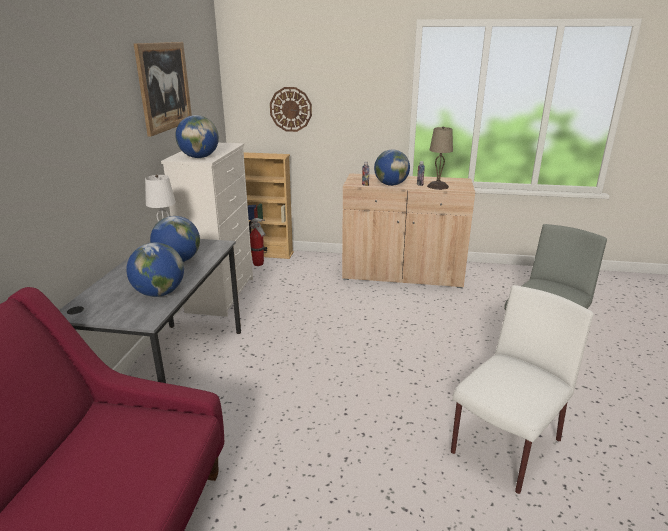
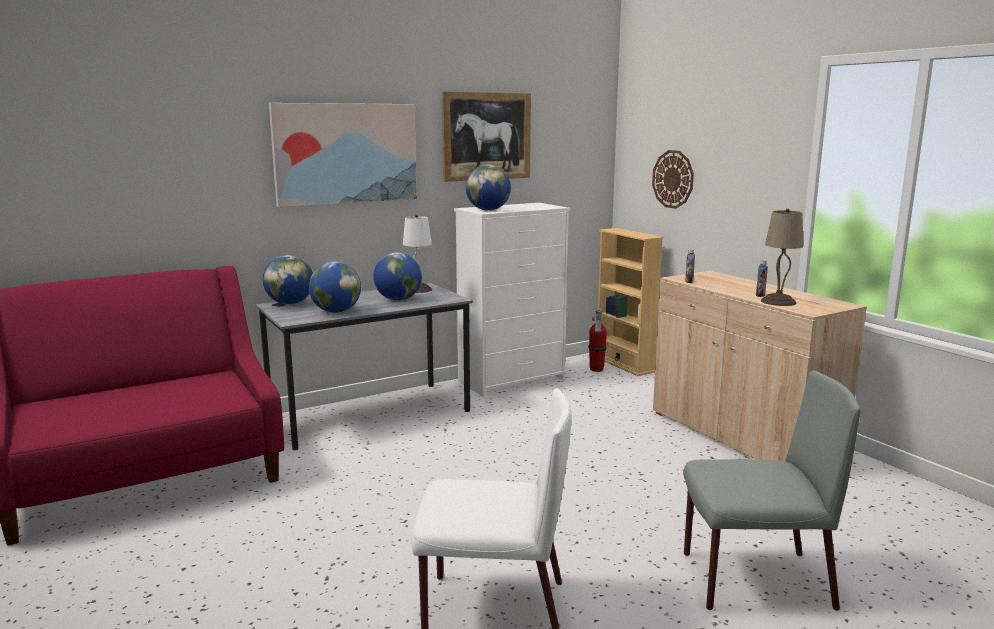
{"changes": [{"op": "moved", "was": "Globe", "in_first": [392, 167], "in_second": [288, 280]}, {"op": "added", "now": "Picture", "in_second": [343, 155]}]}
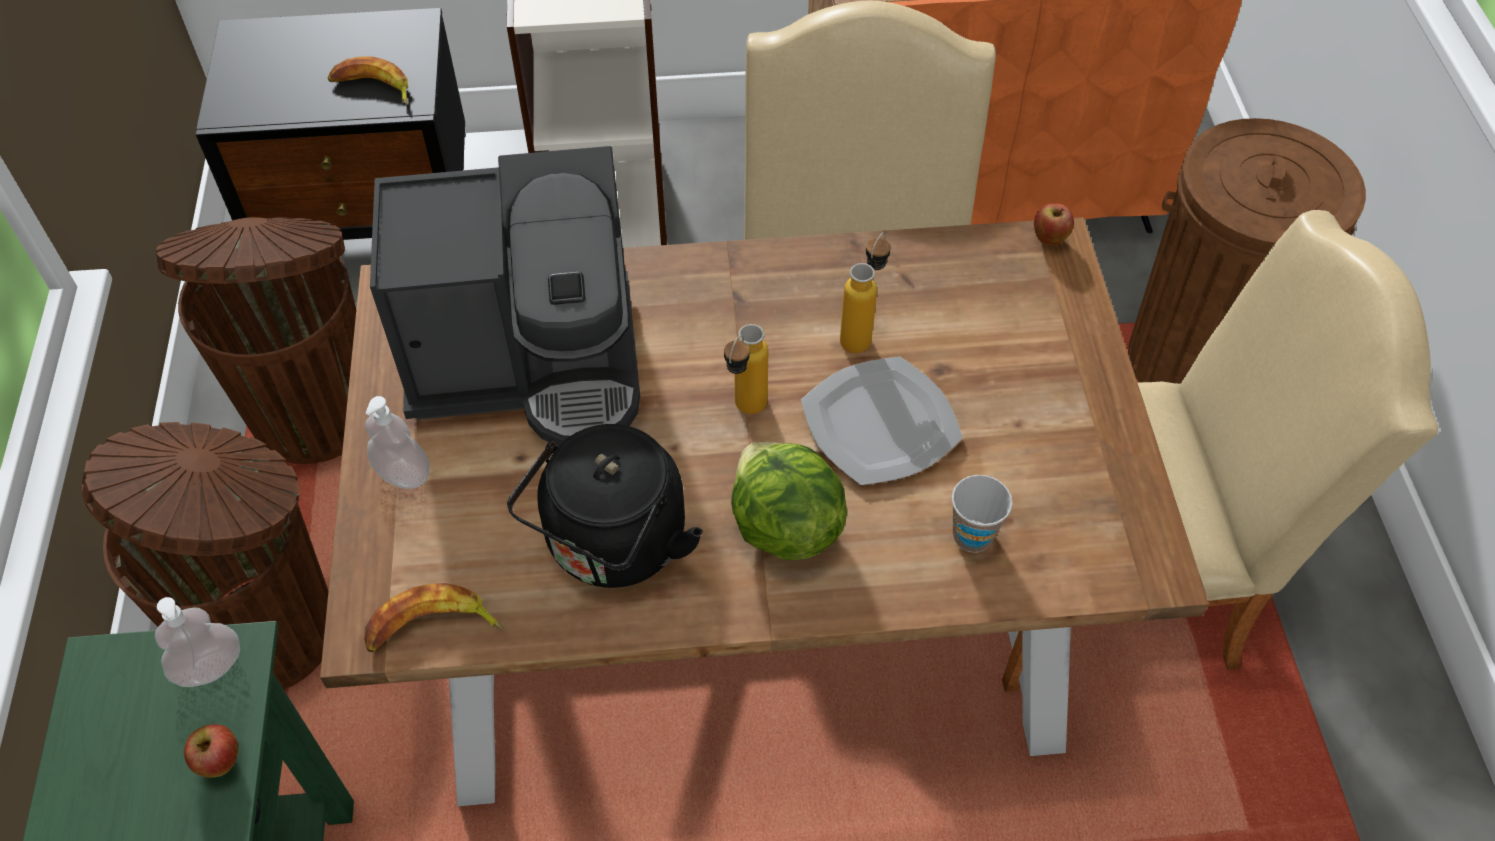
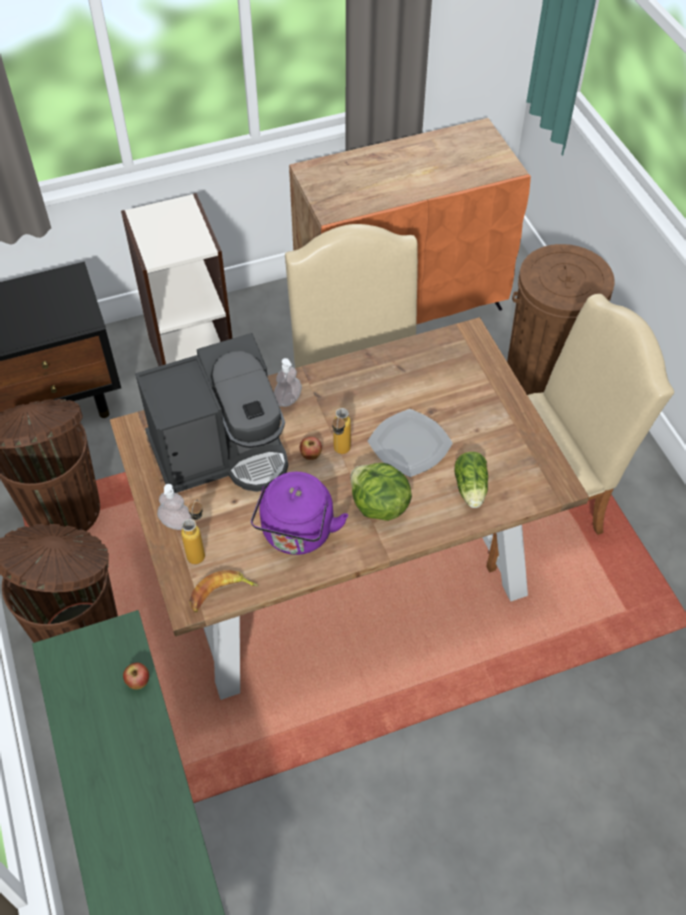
{"changes": [{"op": "moved", "was": "SoapDispenser", "in_first": [197, 642], "in_second": [288, 382]}, {"op": "removed", "was": "Banana", "in_first": [367, 80]}, {"op": "recoloured", "was": "BlackKettle", "now": "PurpleKettle", "in_first": [605, 506], "in_second": [299, 513]}, {"op": "moved", "was": "Bottle", "in_first": [865, 293], "in_second": [193, 532]}, {"op": "replaced", "was": "Cup", "now": "Lettuce", "in_first": [982, 514], "in_second": [471, 480]}, {"op": "moved", "was": "Apple", "in_first": [1054, 224], "in_second": [311, 448]}]}
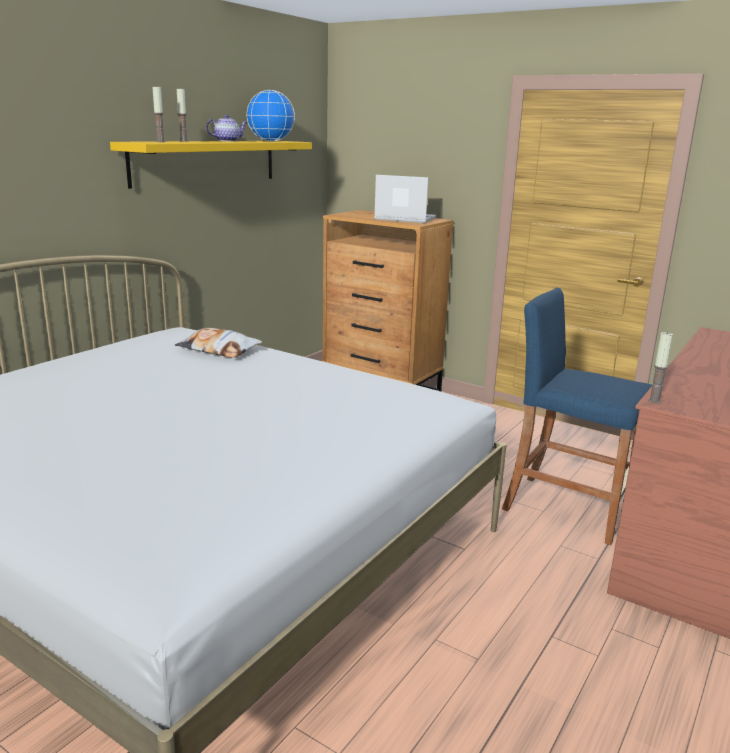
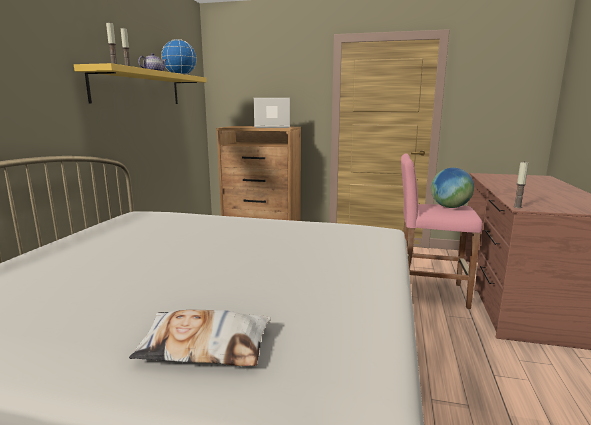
{"changes": [{"op": "moved", "was": "Pillow", "in_first": [218, 343], "in_second": [200, 338]}, {"op": "recoloured", "was": "BlueStool", "now": "PinkStool", "in_first": [577, 416], "in_second": [442, 231]}, {"op": "added", "now": "Globe", "in_second": [452, 188]}]}
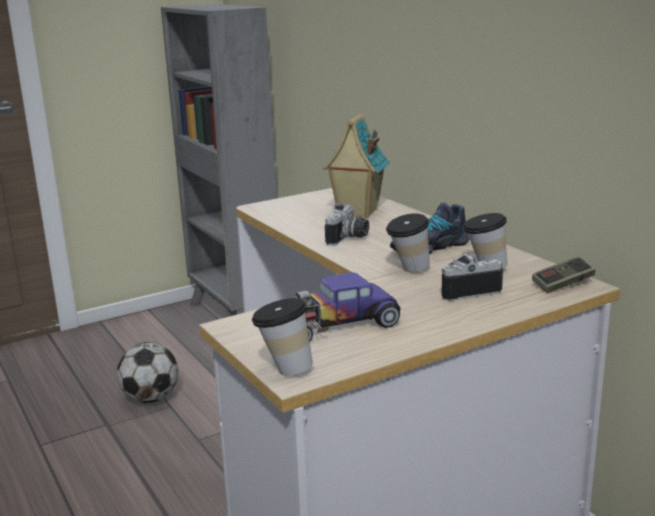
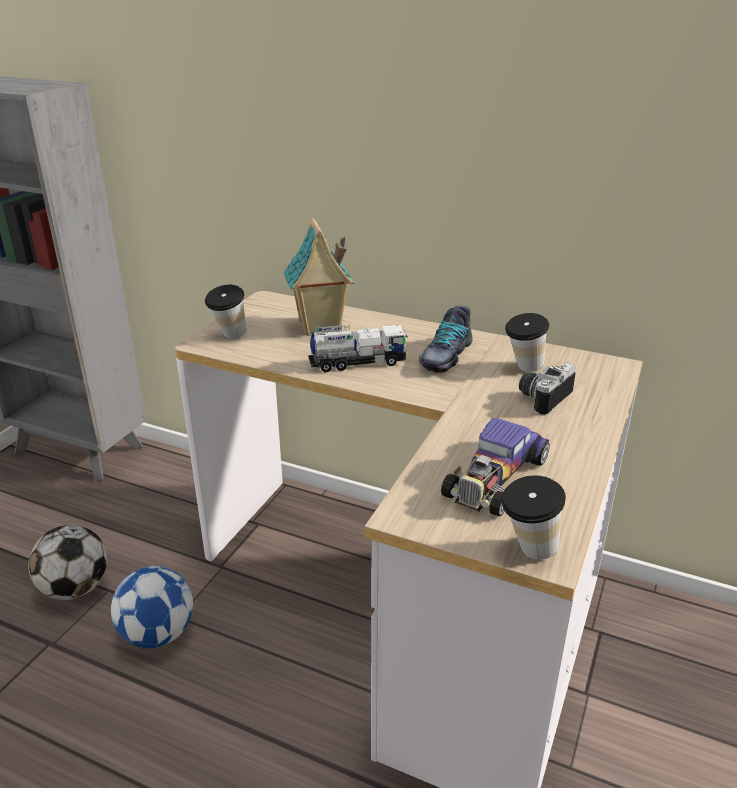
{"changes": [{"op": "replaced", "was": "PhotoCamera", "now": "ToyTruck", "in_first": [347, 224], "in_second": [357, 348]}, {"op": "moved", "was": "Cup", "in_first": [408, 243], "in_second": [226, 312]}, {"op": "removed", "was": "GameController", "in_first": [564, 275]}, {"op": "added", "now": "Football", "in_second": [152, 607]}]}
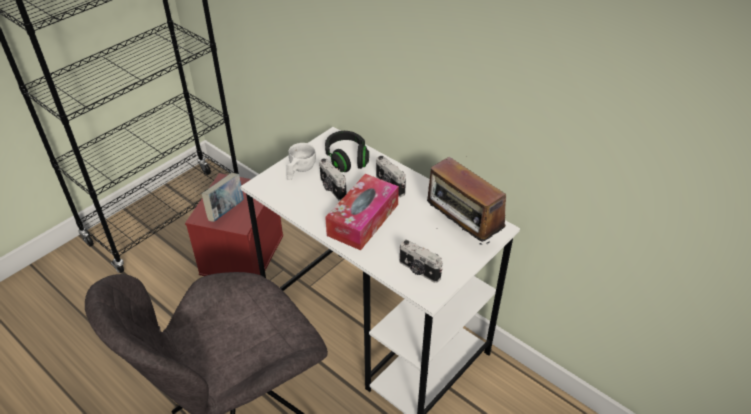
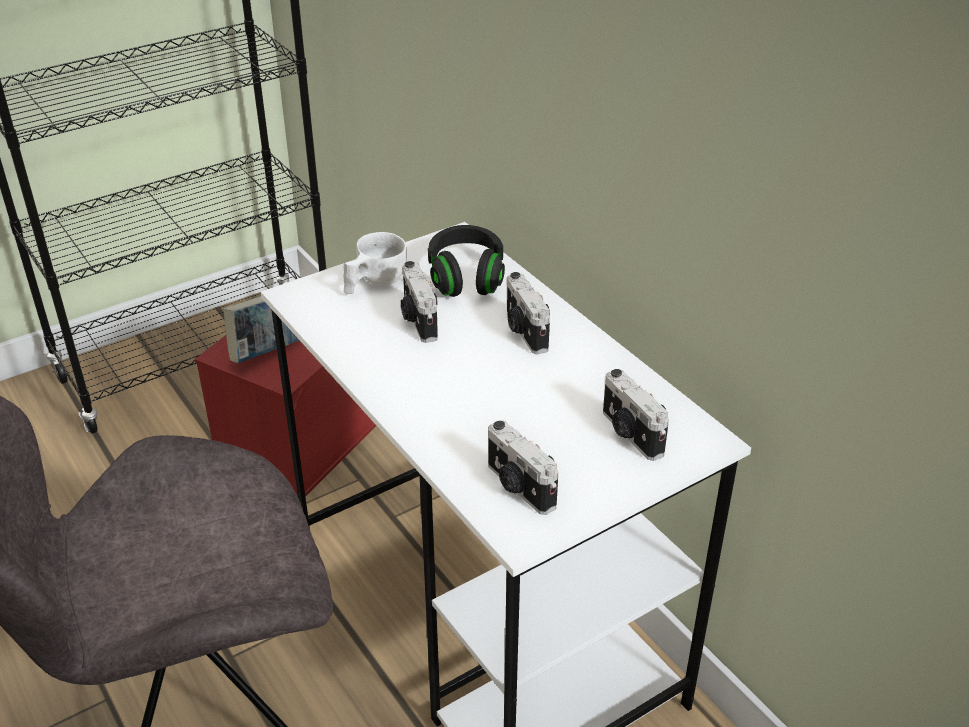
{"changes": [{"op": "removed", "was": "TissueBox", "in_first": [362, 212]}, {"op": "replaced", "was": "Radio", "now": "PhotoCamera", "in_first": [466, 202], "in_second": [636, 415]}]}
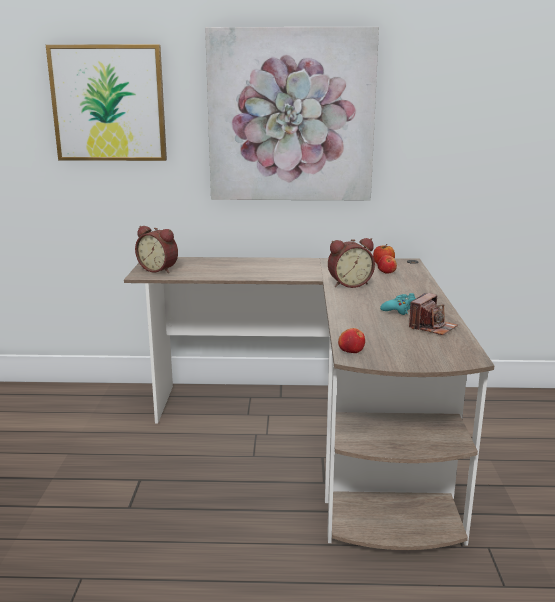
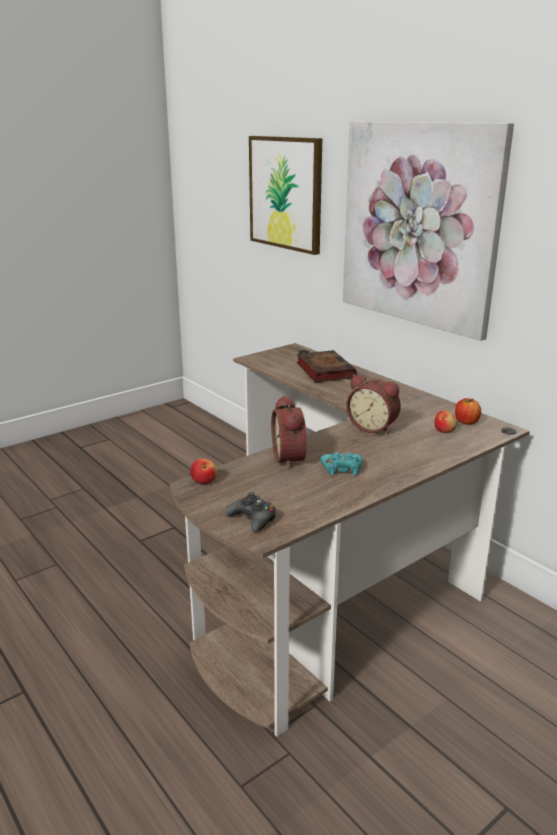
{"changes": [{"op": "moved", "was": "AlarmClock", "in_first": [156, 249], "in_second": [289, 432]}, {"op": "removed", "was": "PhotoCamera", "in_first": [433, 314]}, {"op": "added", "now": "BlackGameController", "in_second": [251, 512]}, {"op": "added", "now": "Book", "in_second": [327, 366]}]}
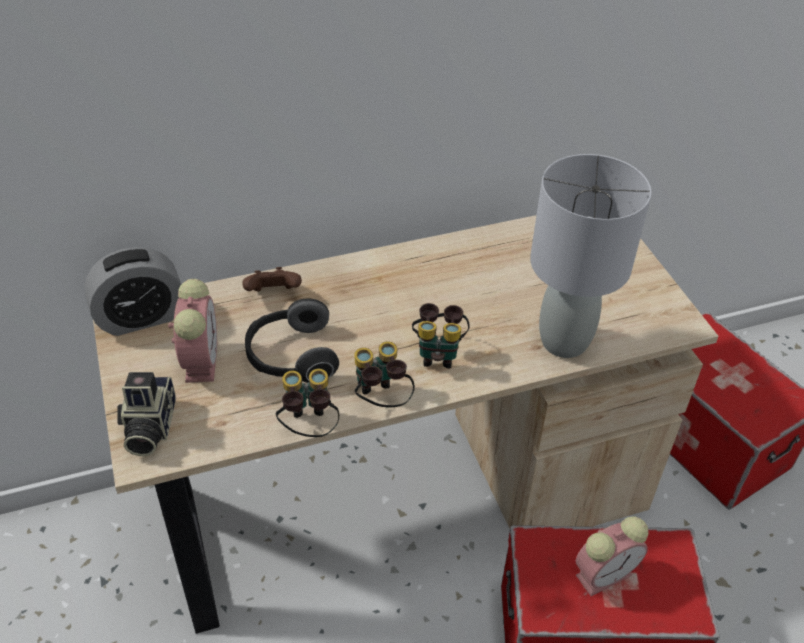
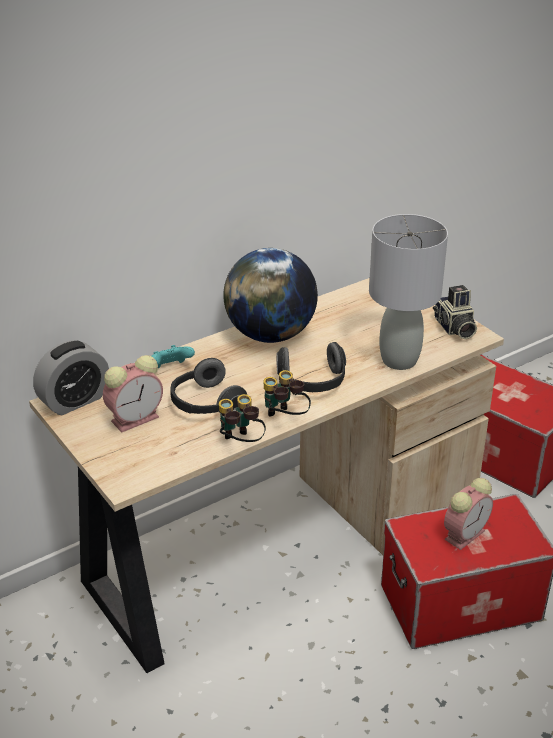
{"changes": [{"op": "moved", "was": "PhotoCamera", "in_first": [147, 414], "in_second": [455, 312]}, {"op": "turned", "was": "AlarmClock", "in_first": [193, 331], "in_second": [133, 393], "clockwise": 75}, {"op": "recoloured", "was": "BrownGameController", "now": "TurquoiseGameController", "in_first": [272, 279], "in_second": [173, 356]}, {"op": "replaced", "was": "Binoculars", "now": "Headphones", "in_first": [441, 336], "in_second": [311, 367]}, {"op": "added", "now": "Globe", "in_second": [270, 295]}]}
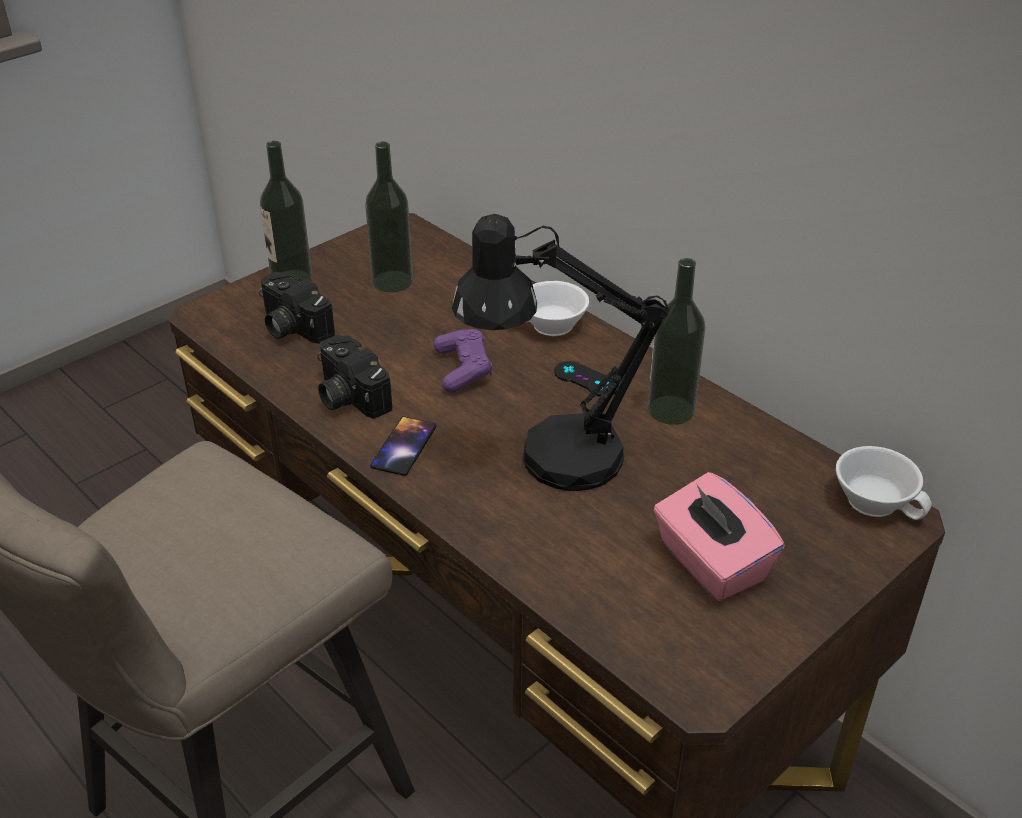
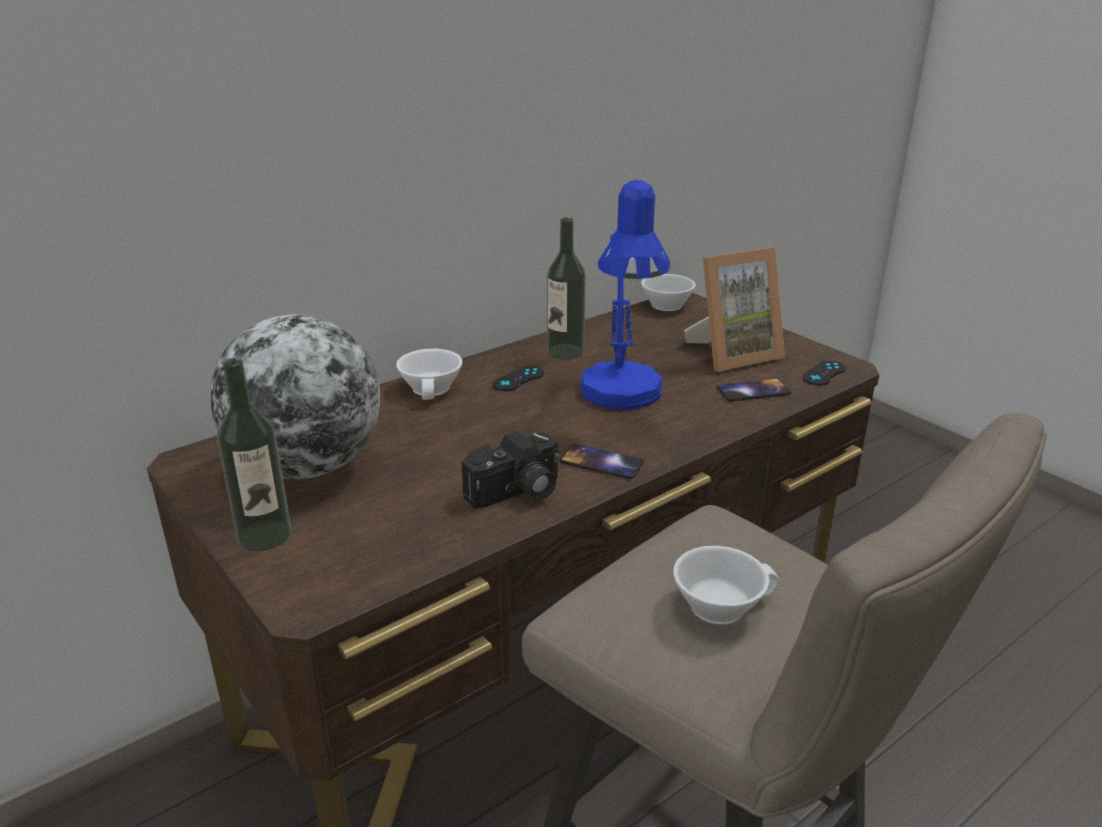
{"changes": [{"op": "removed", "was": "PhotoCamera", "in_first": [297, 307]}, {"op": "replaced", "was": "Bottle", "now": "Globe", "in_first": [389, 217], "in_second": [295, 396]}, {"op": "removed", "was": "PurpleGameController", "in_first": [463, 361]}, {"op": "recoloured", "was": "BlackTableLamp", "now": "BlueTableLamp", "in_first": [560, 352], "in_second": [625, 295]}, {"op": "replaced", "was": "PinkTissueBox", "now": "PictureFrame", "in_first": [719, 536], "in_second": [734, 309]}, {"op": "added", "now": "WhiteCup", "in_second": [726, 585]}, {"op": "added", "now": "Phone", "in_second": [753, 390]}, {"op": "added", "now": "BlackGameController", "in_second": [824, 373]}]}
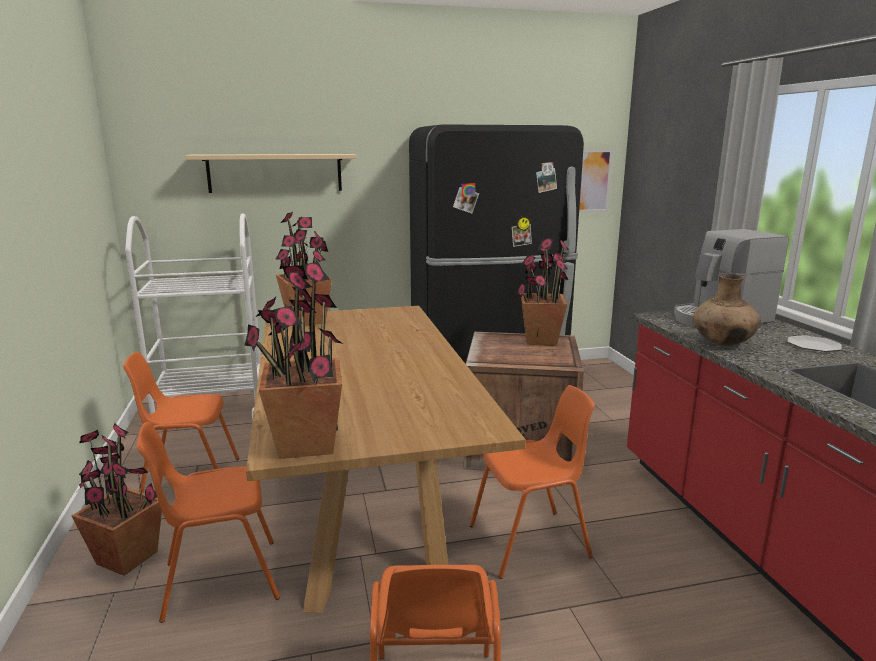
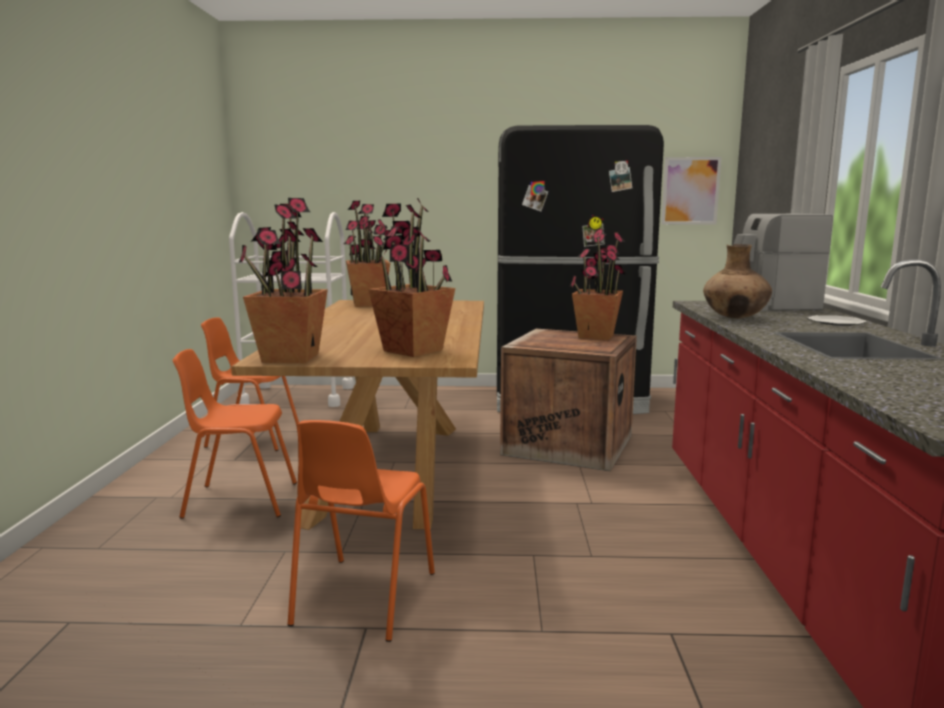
{"changes": [{"op": "moved", "was": "PottedPlant", "in_first": [116, 499], "in_second": [411, 277]}, {"op": "removed", "was": "BeigeShelf", "in_first": [271, 173]}, {"op": "removed", "was": "OrangeChair", "in_first": [532, 482]}]}
